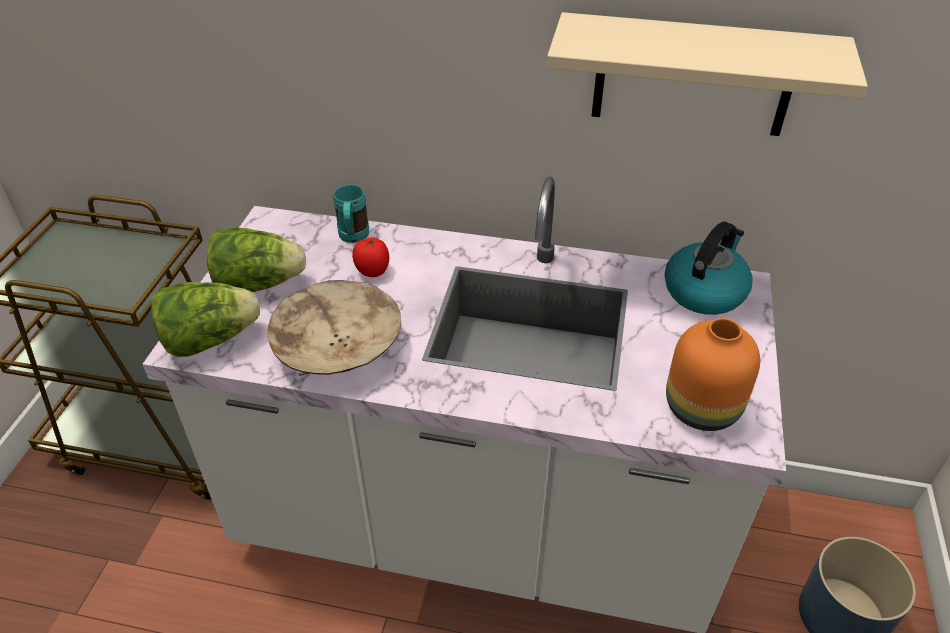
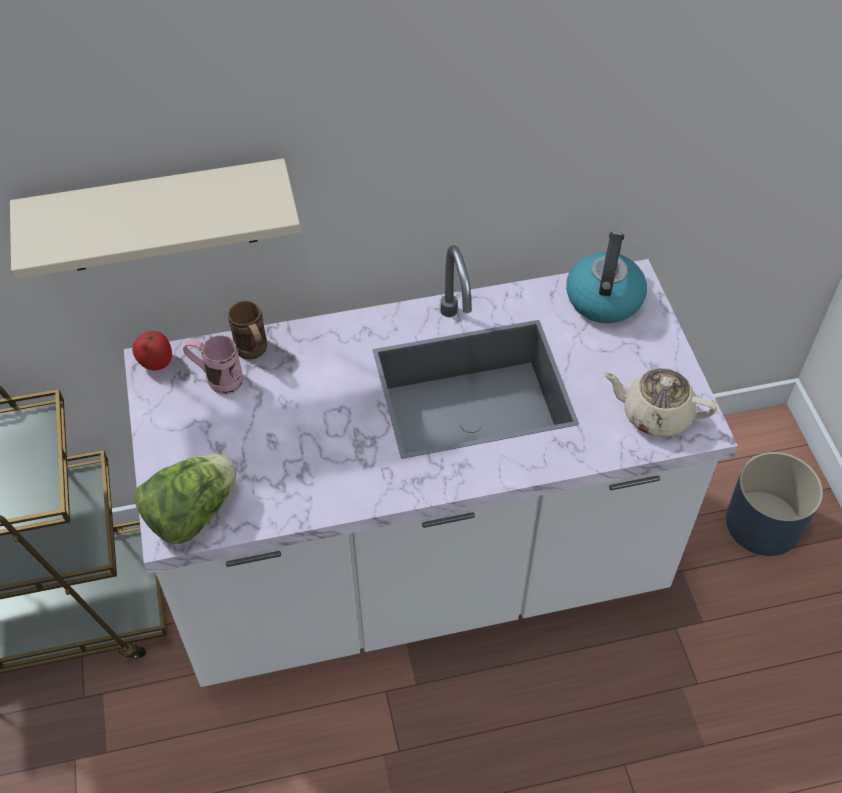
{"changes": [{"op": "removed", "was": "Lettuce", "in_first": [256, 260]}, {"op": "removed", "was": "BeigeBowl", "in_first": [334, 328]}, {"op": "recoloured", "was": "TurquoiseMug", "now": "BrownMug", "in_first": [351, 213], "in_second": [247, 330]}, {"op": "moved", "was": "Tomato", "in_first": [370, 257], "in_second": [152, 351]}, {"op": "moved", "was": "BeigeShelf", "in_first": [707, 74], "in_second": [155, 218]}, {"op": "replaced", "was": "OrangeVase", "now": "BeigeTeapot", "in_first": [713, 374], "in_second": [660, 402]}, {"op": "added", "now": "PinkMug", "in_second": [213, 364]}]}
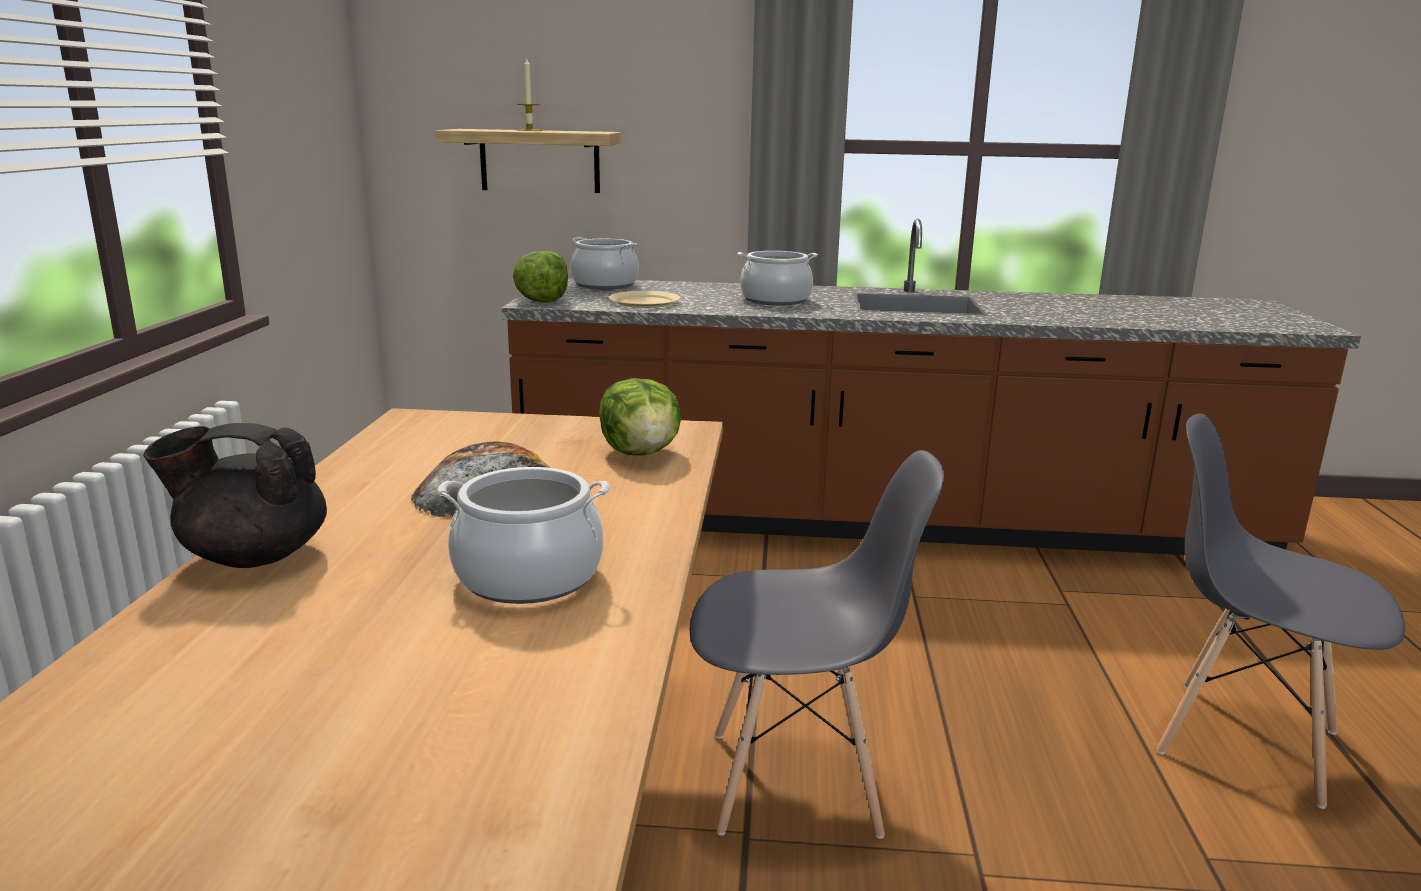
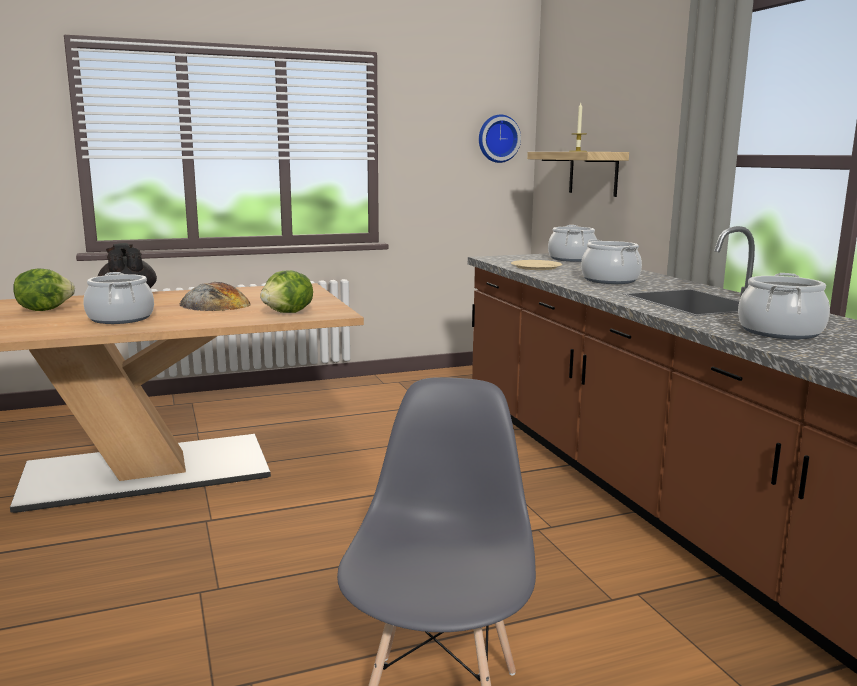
{"changes": [{"op": "moved", "was": "Lettuce", "in_first": [540, 277], "in_second": [44, 289]}, {"op": "removed", "was": "GreyChair", "in_first": [817, 644]}, {"op": "added", "now": "WallClock", "in_second": [500, 139]}, {"op": "added", "now": "CookingPot", "in_second": [784, 306]}]}
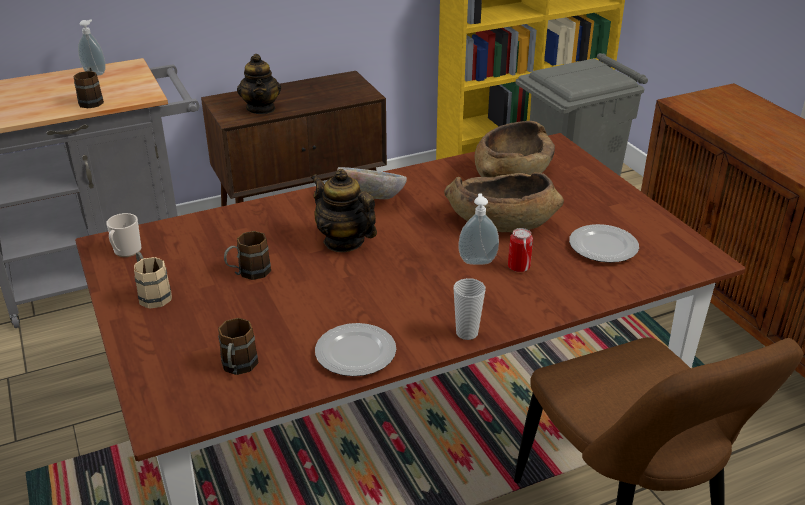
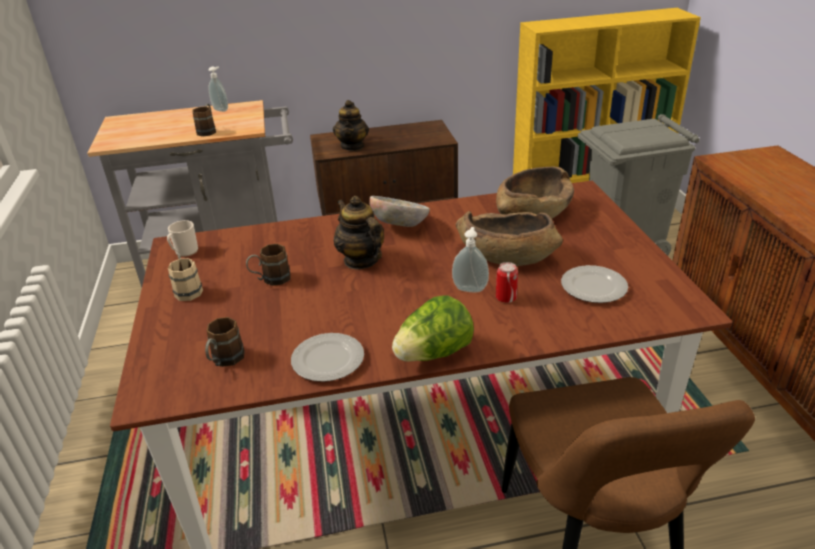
{"changes": [{"op": "replaced", "was": "Cup", "now": "Lettuce", "in_first": [469, 309], "in_second": [433, 328]}]}
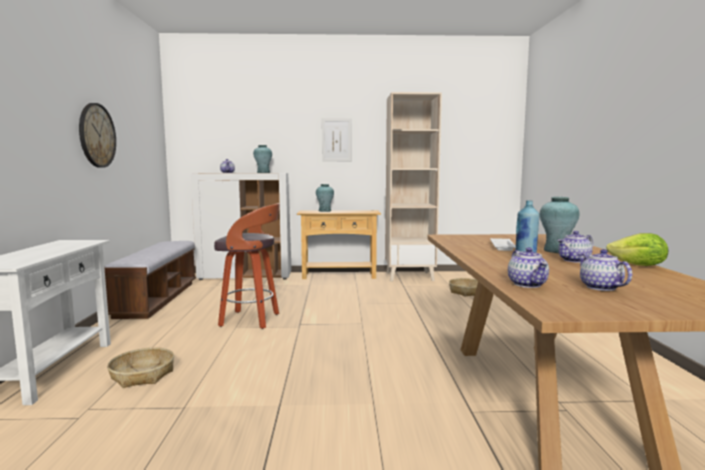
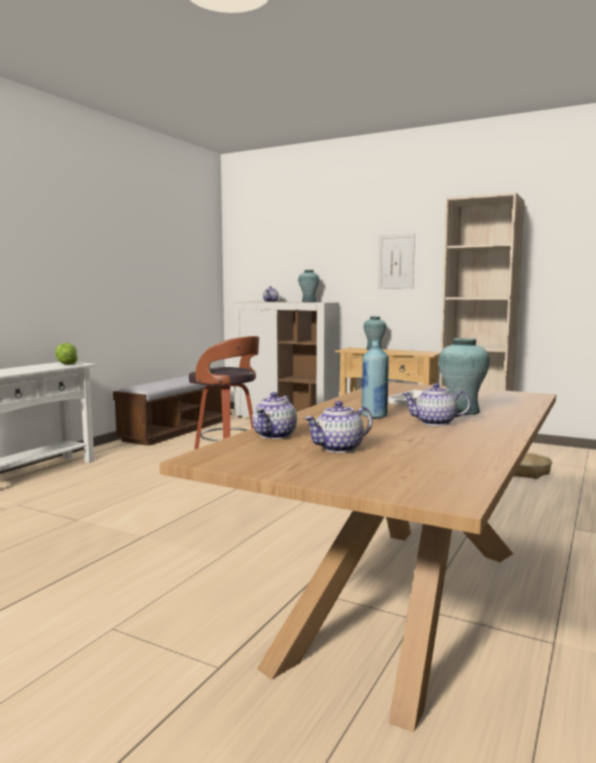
{"changes": [{"op": "removed", "was": "WallClock", "in_first": [97, 135]}, {"op": "removed", "was": "Basket", "in_first": [140, 367]}, {"op": "turned", "was": "Teapot", "in_first": [605, 270], "in_second": [338, 427], "clockwise": -135}, {"op": "moved", "was": "Lettuce", "in_first": [637, 249], "in_second": [66, 354]}]}
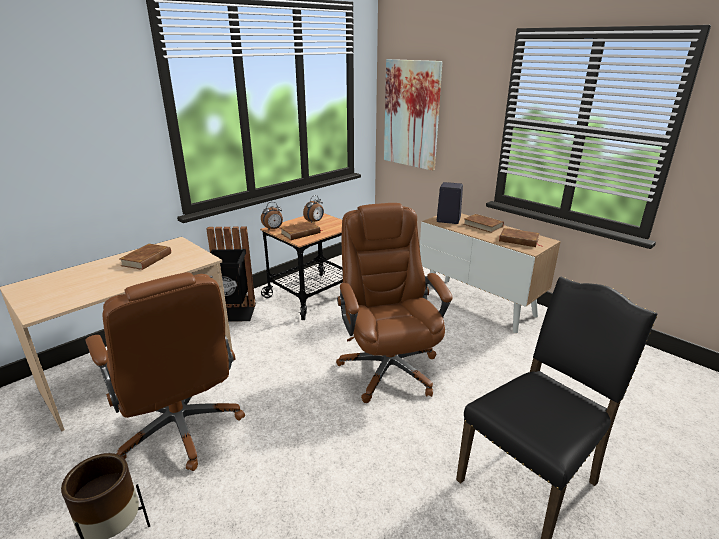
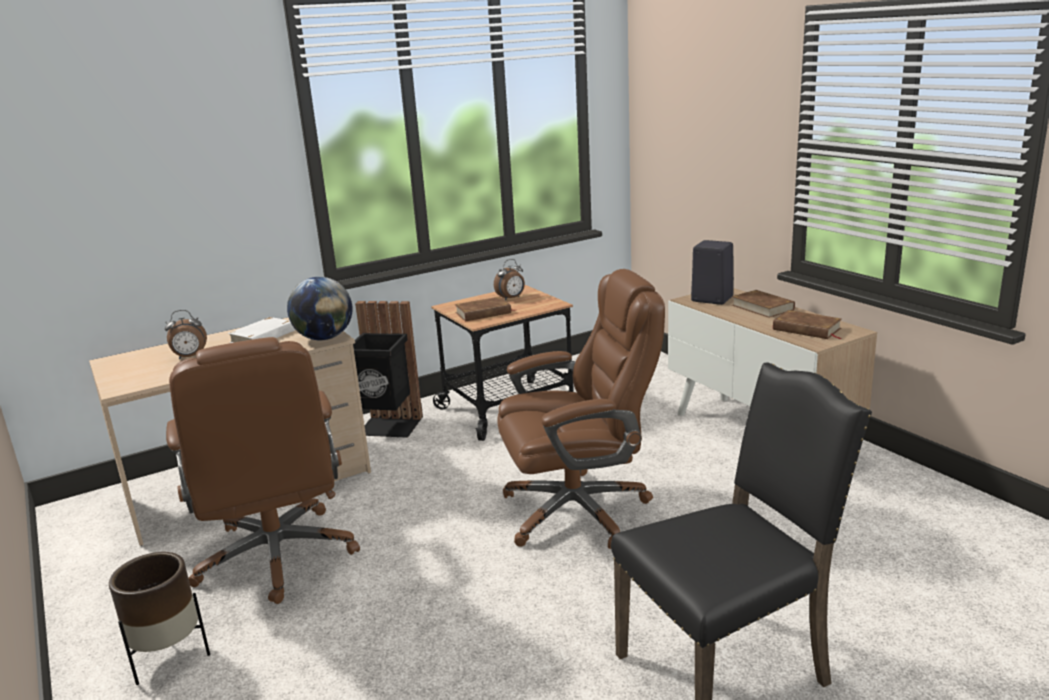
{"changes": [{"op": "recoloured", "was": "BrownBook", "now": "WhiteBook", "in_first": [145, 257], "in_second": [261, 330]}, {"op": "moved", "was": "AlarmClock", "in_first": [272, 216], "in_second": [186, 334]}, {"op": "turned", "was": "BrownOfficeChair", "in_first": [394, 303], "in_second": [581, 409], "clockwise": 75}, {"op": "removed", "was": "Picture", "in_first": [413, 115]}, {"op": "added", "now": "Globe", "in_second": [319, 308]}]}
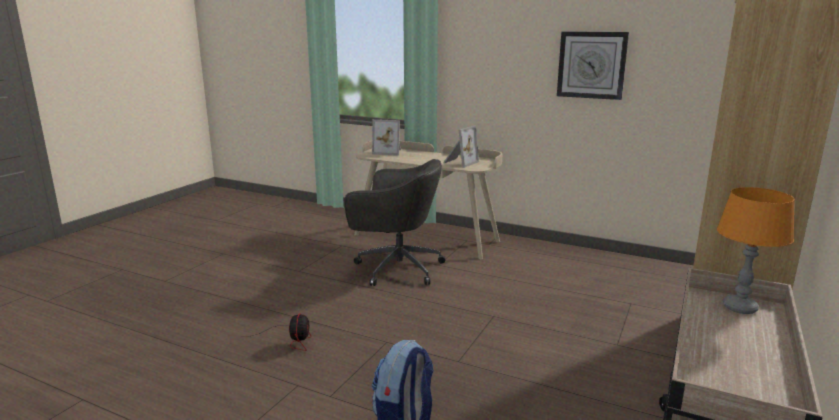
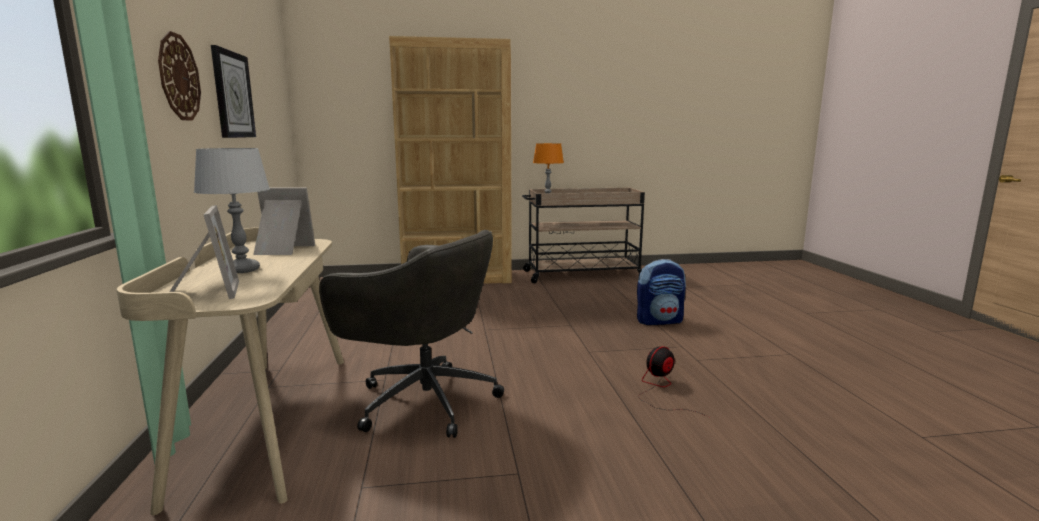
{"changes": [{"op": "turned", "was": "GreyOfficeChair", "in_first": [395, 222], "in_second": [411, 334], "clockwise": 135}, {"op": "added", "now": "WallClock", "in_second": [179, 76]}, {"op": "added", "now": "GreyTableLamp", "in_second": [232, 210]}]}
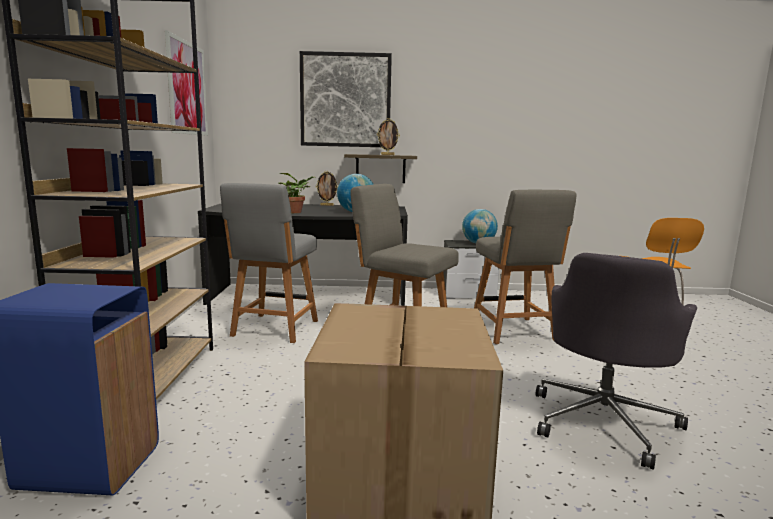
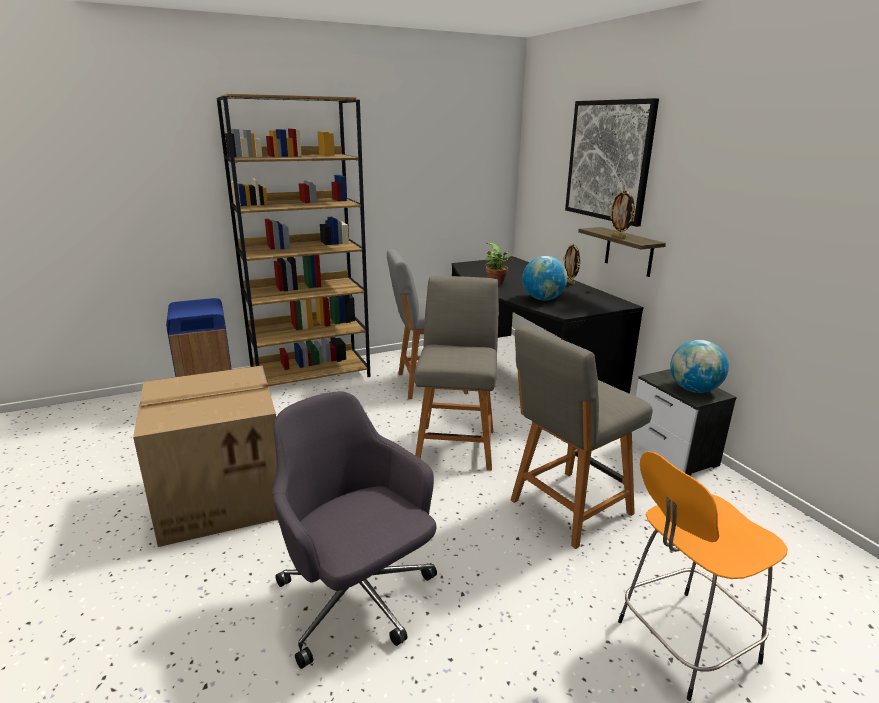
{"changes": [{"op": "removed", "was": "Picture", "in_first": [186, 83]}, {"op": "turned", "was": "GreyOfficeChair", "in_first": [616, 361], "in_second": [354, 530], "clockwise": 45}]}
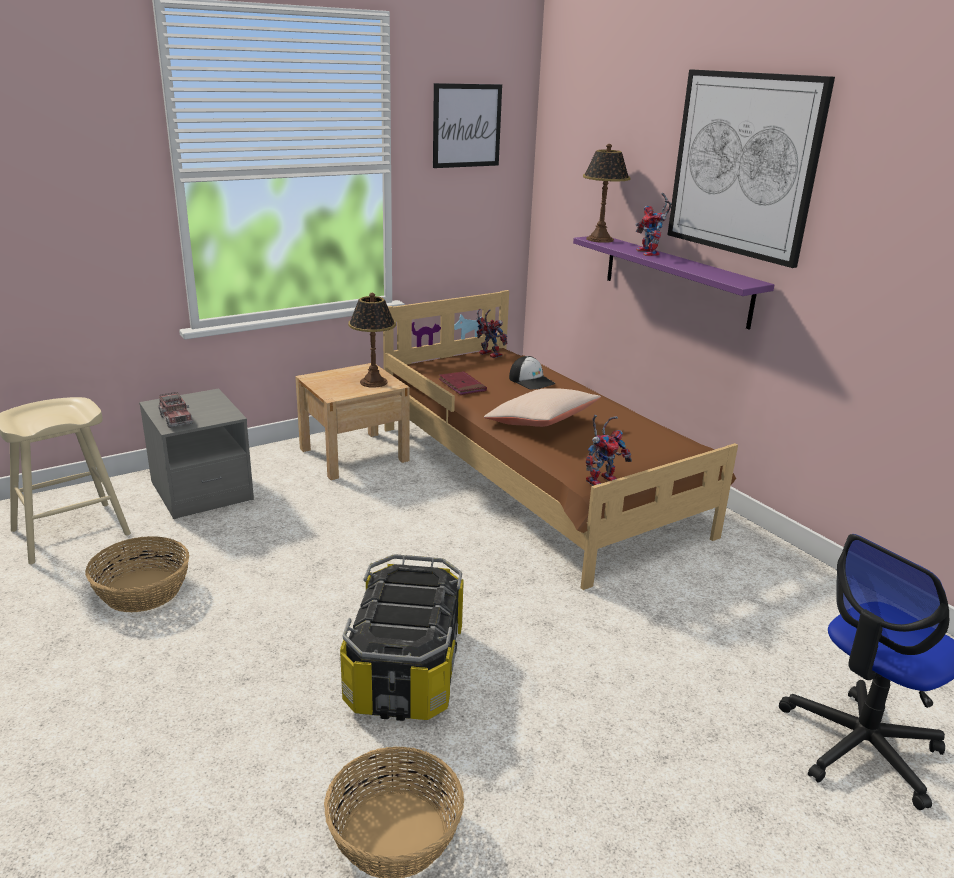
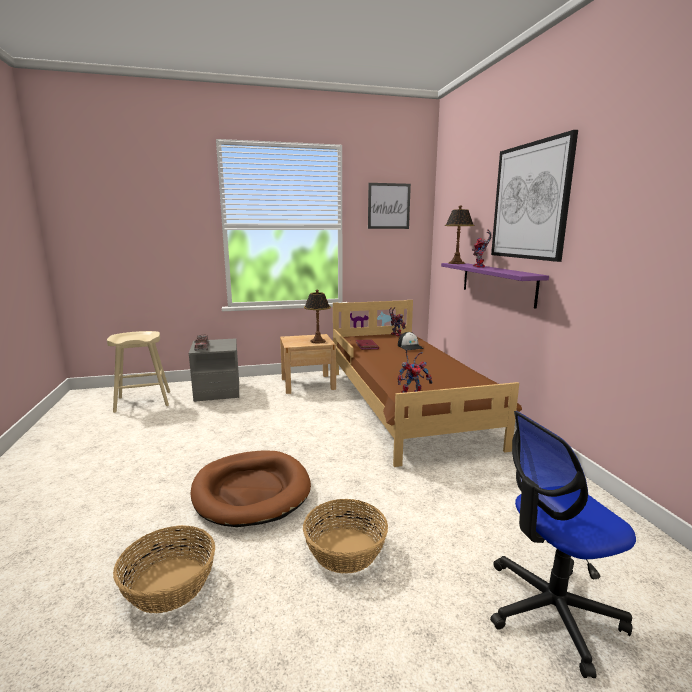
{"changes": [{"op": "moved", "was": "Basket", "in_first": [137, 574], "in_second": [345, 536]}, {"op": "replaced", "was": "StorageBox", "now": "BrownDogBed", "in_first": [402, 637], "in_second": [250, 488]}, {"op": "removed", "was": "BeigePillow", "in_first": [542, 407]}]}
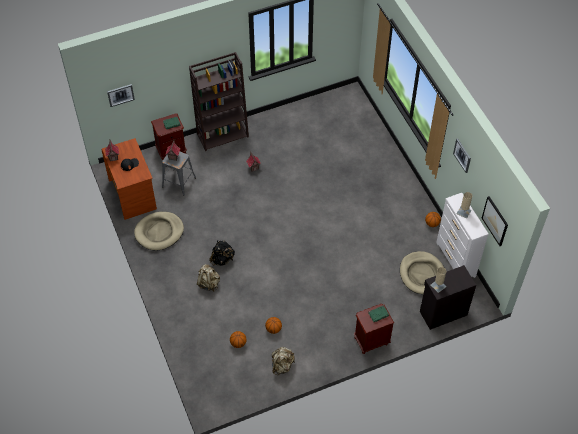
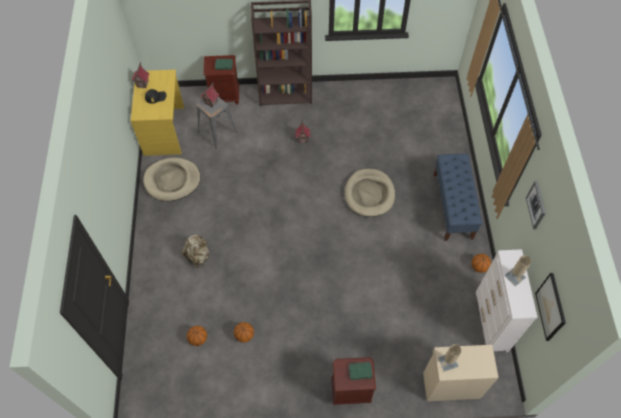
{"changes": [{"op": "recoloured", "was": "BrownDesk", "now": "YellowDesk", "in_first": [129, 179], "in_second": [157, 113]}, {"op": "removed", "was": "Picture", "in_first": [121, 95]}, {"op": "removed", "was": "BlackBackpack", "in_first": [222, 253]}, {"op": "removed", "was": "BeigeBackpack", "in_first": [283, 361]}, {"op": "moved", "was": "BeigeDogBed", "in_first": [422, 272], "in_second": [370, 193]}, {"op": "recoloured", "was": "BlackCabinet", "now": "BeigeCabinet", "in_first": [448, 297], "in_second": [461, 373]}, {"op": "added", "now": "BlueBench", "in_second": [457, 197]}]}
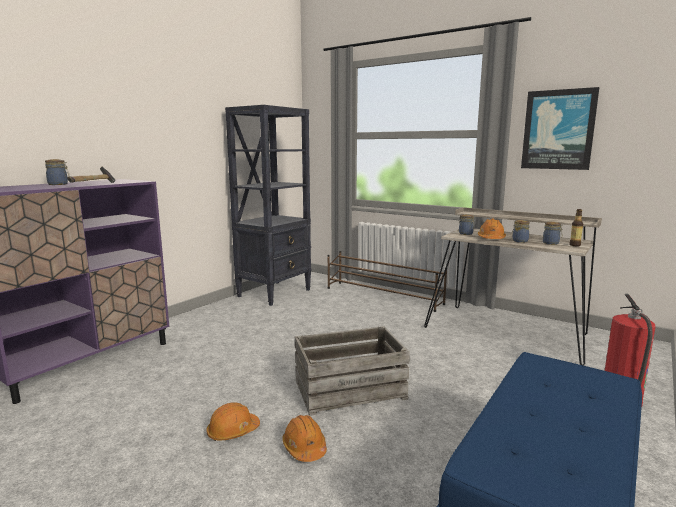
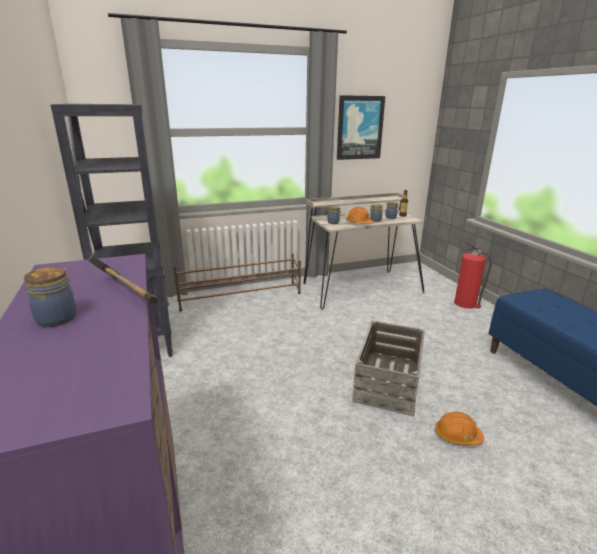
{"changes": [{"op": "removed", "was": "OrangeHardHat", "in_first": [233, 421]}]}
